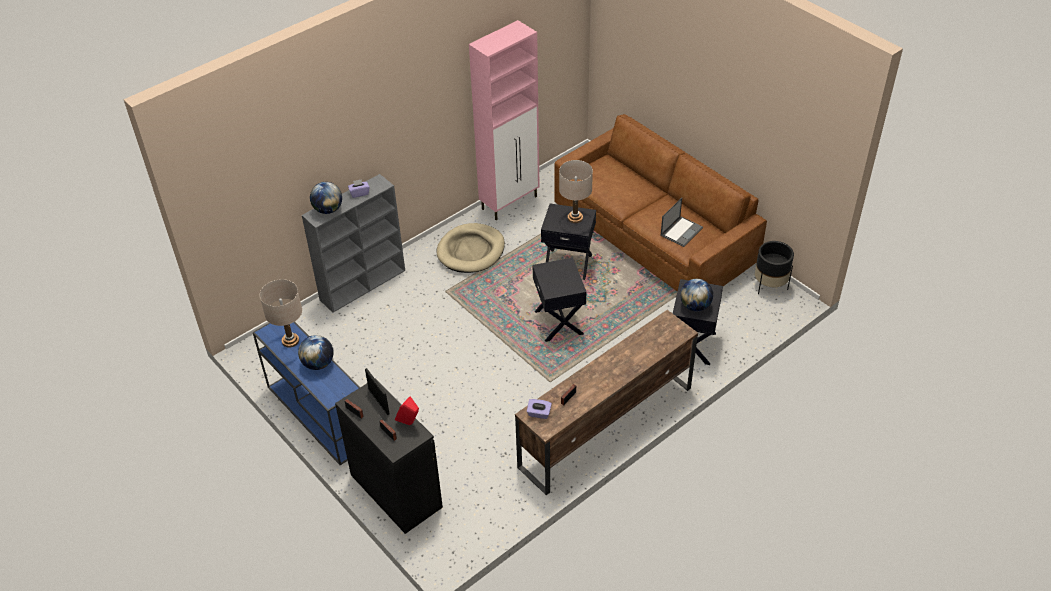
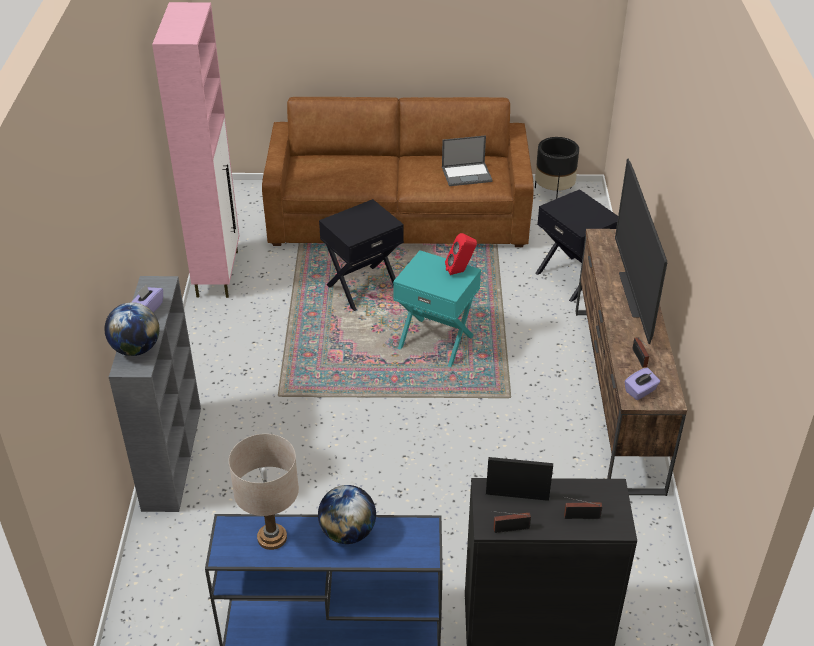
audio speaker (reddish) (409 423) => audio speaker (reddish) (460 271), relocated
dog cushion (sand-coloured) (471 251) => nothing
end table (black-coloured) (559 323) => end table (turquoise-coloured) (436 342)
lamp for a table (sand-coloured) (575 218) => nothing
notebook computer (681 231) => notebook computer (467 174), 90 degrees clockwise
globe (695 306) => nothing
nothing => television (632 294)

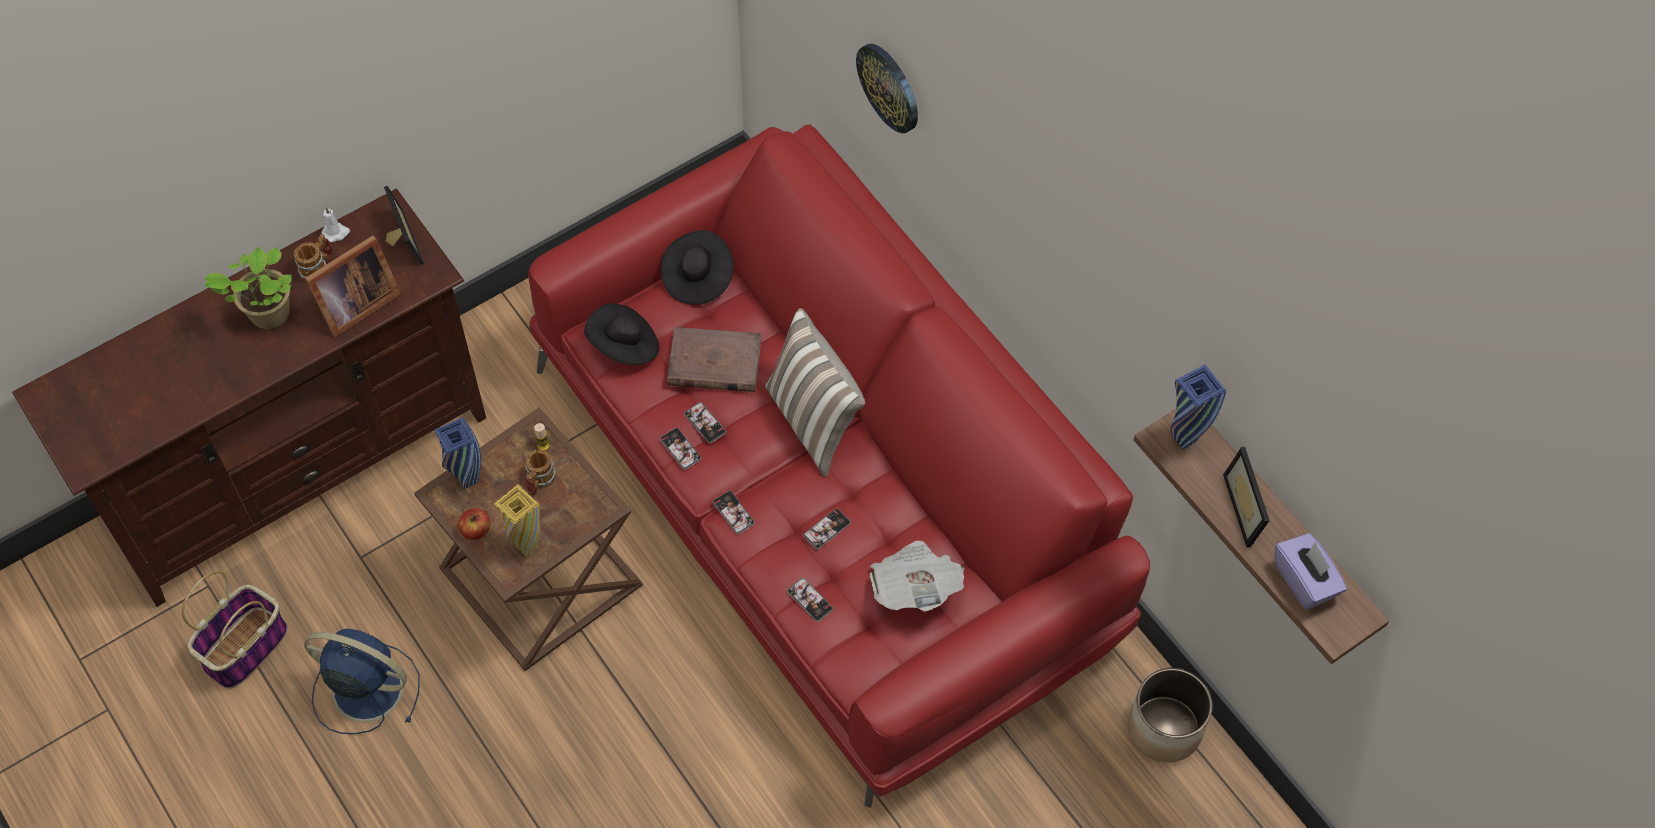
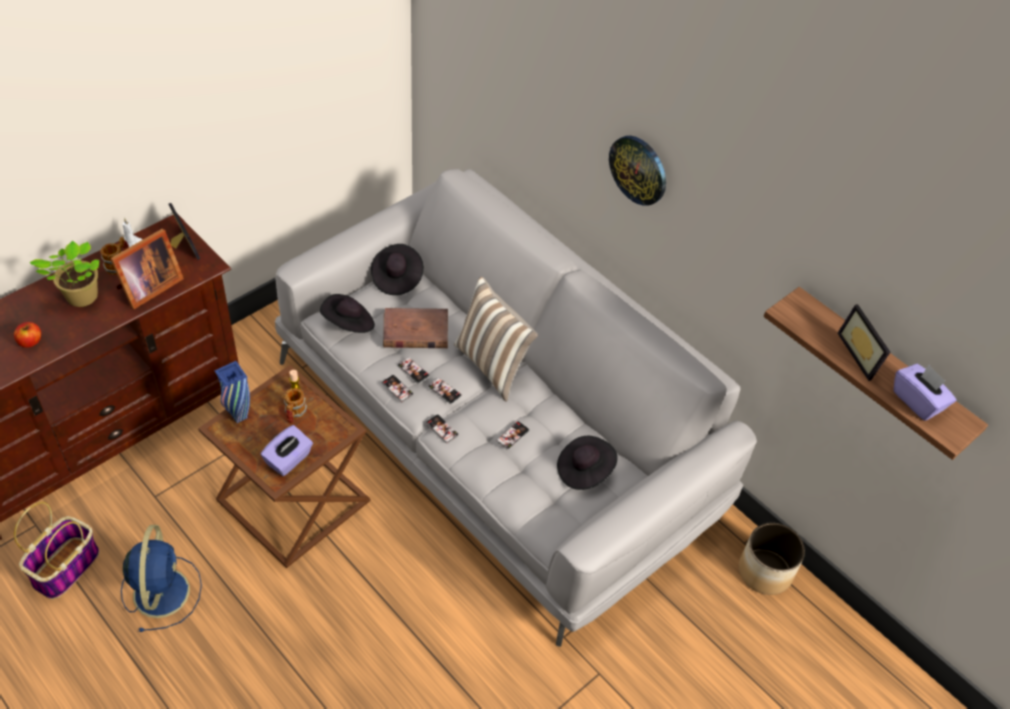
cooling fan (bluish) (364 688) => cooling fan (bluish) (161 590), 75 degrees clockwise
apple fruit (476 530) => apple fruit (30 341), relocated
flower vase (yellow) (527 546) => tissue box (purple-coloured) (289 460)
sofa (reddish) (826 502) => sofa (gray) (497 435)
phone (810 600) => phone (444 391), relocated
wall clock (889 87) => wall clock (638 169), relocated
printed paper (915 587) => clothing hat (black-coloured) (584 470)
flower vase (bluish) (1184 439) => nothing

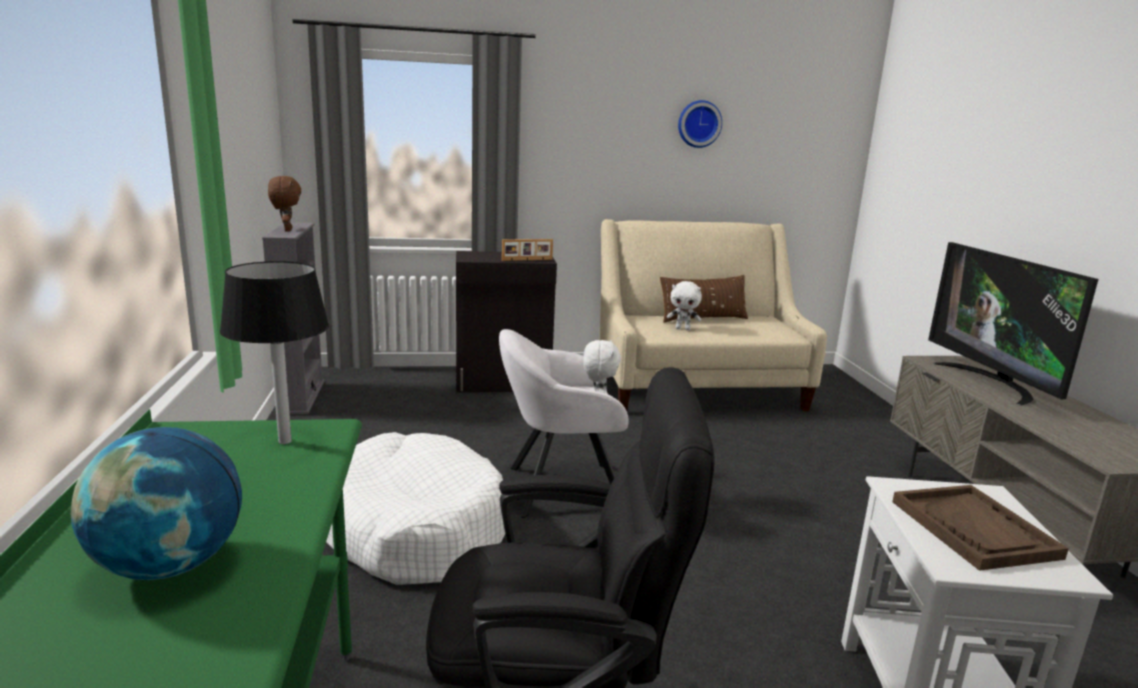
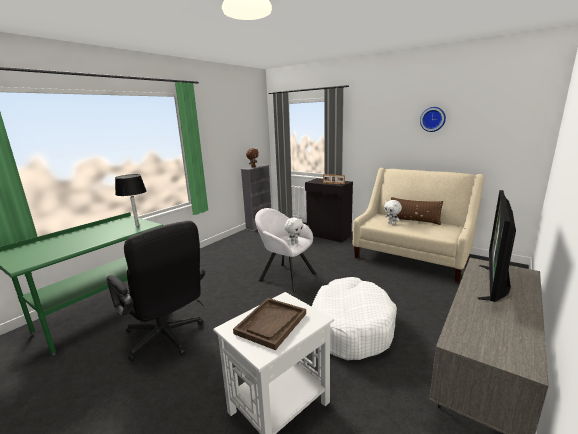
globe (169 565) => nothing
dog cushion (white) (413 528) => dog cushion (white) (351 326), relocated

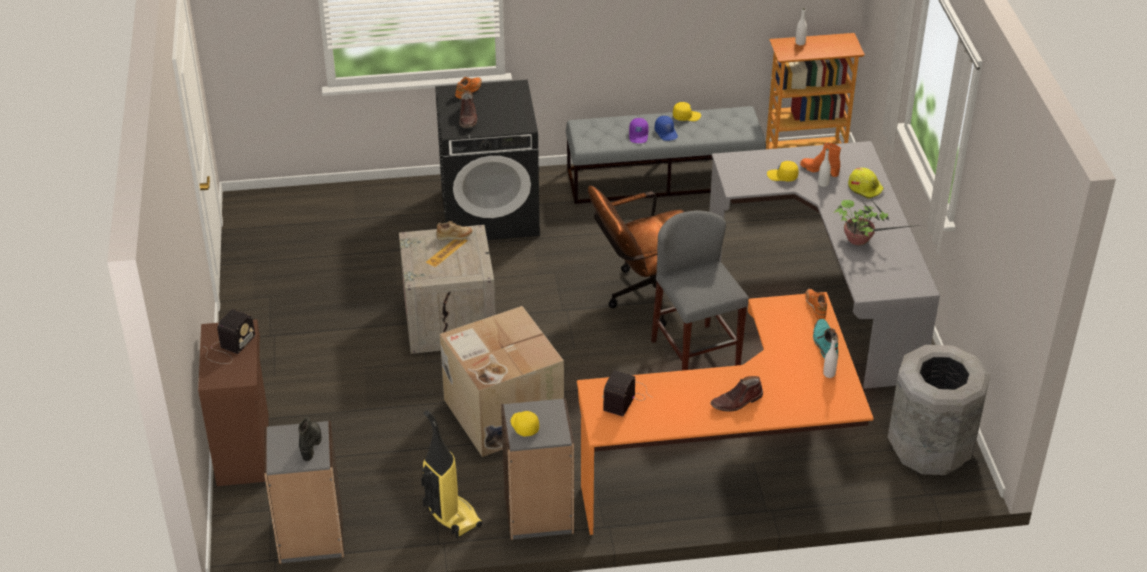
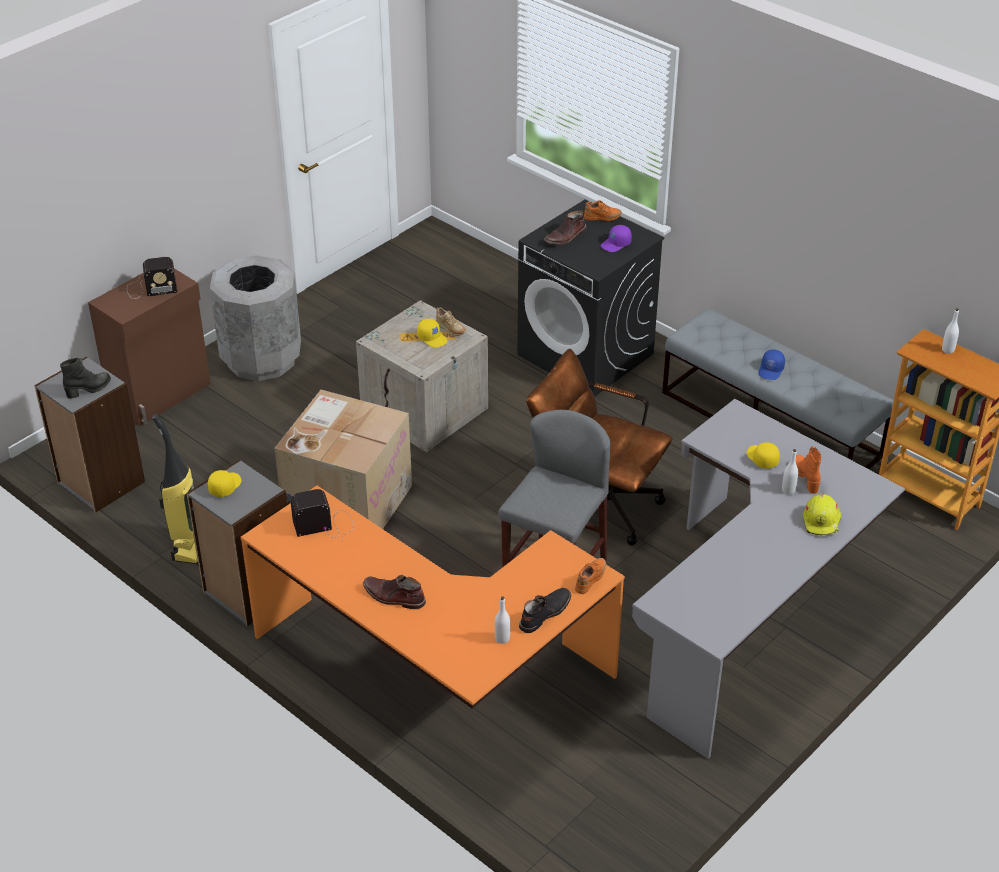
cap (purple-coloured) (639 135) => cap (purple-coloured) (616 244), relocated
cap (yellow) (686 116) => cap (yellow) (432 338), relocated
high-top boot (turquoise-coloured) (825 343) => high-top boot (black-coloured) (544 613)
potted plant (860 241) => nothing
rubbish bin (gray) (929 448) => rubbish bin (gray) (261 359), relocated

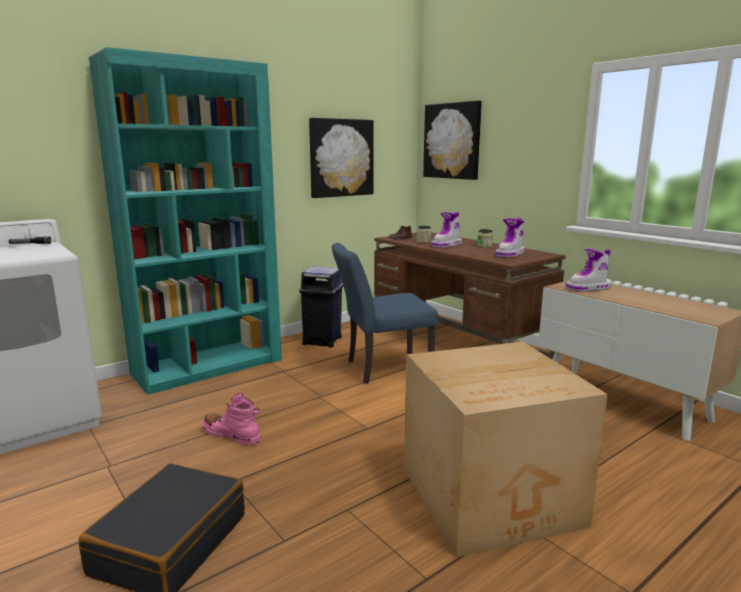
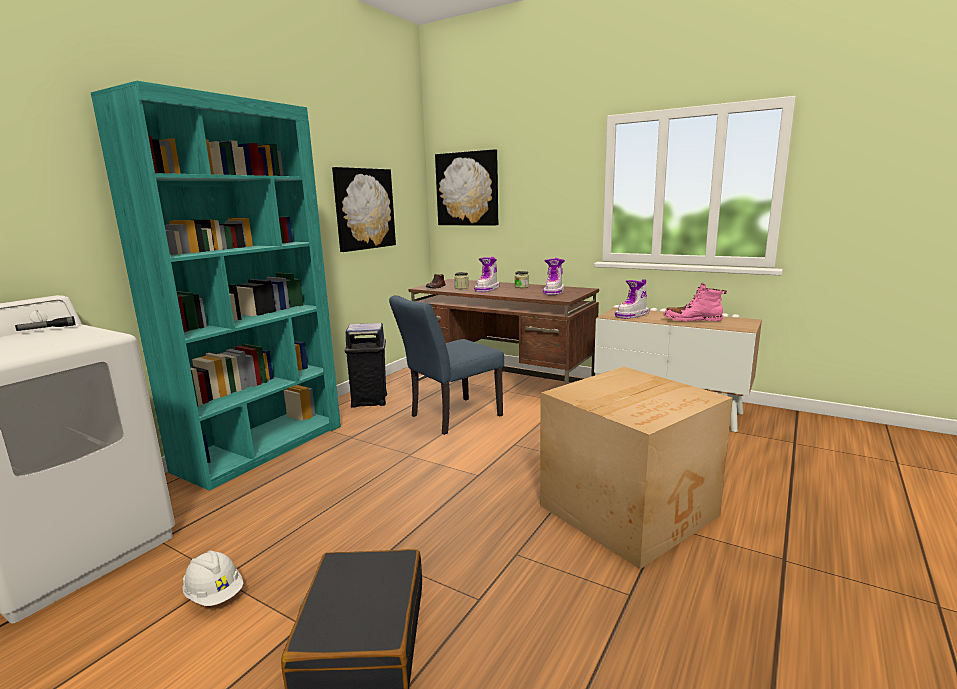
high-top boot (pink) (231 435) => high-top boot (pink) (692 320), relocated
nothing => work helmet (white) (215 594)

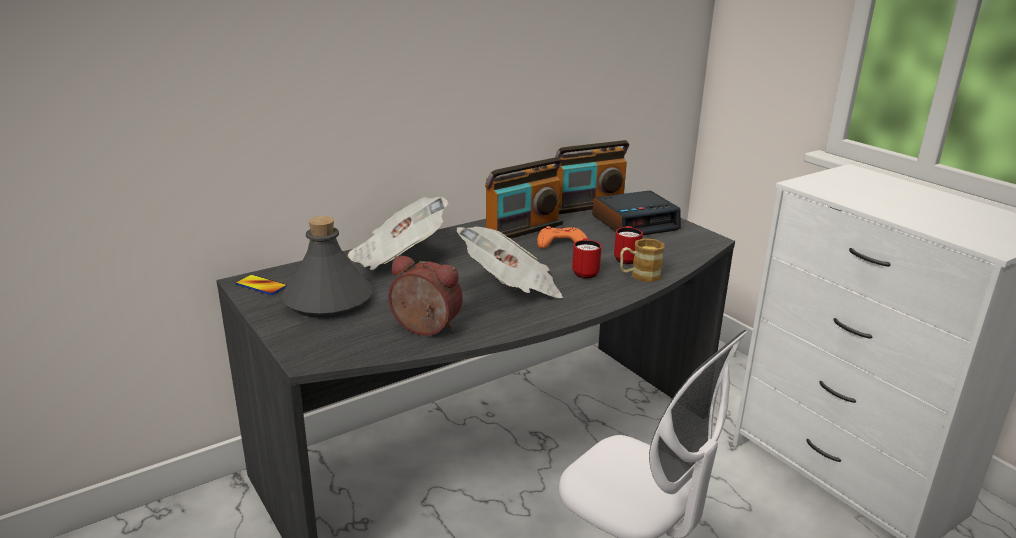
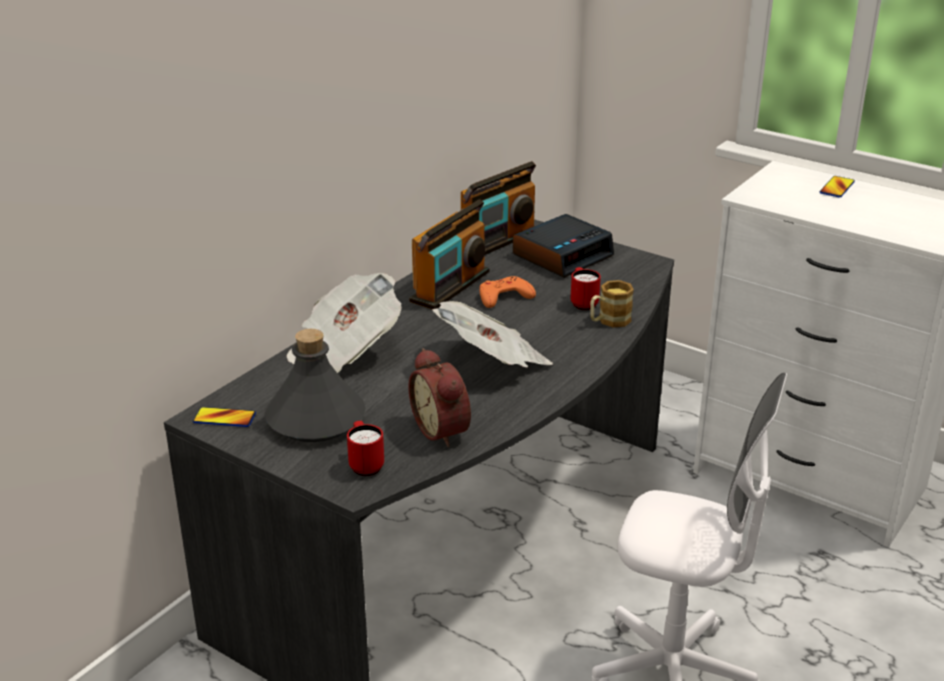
alarm clock (424 329) => alarm clock (444 430), 120 degrees counterclockwise
coffee mug (reddish) (585 272) => coffee mug (reddish) (365 464), relocated
nothing => phone (837 188)

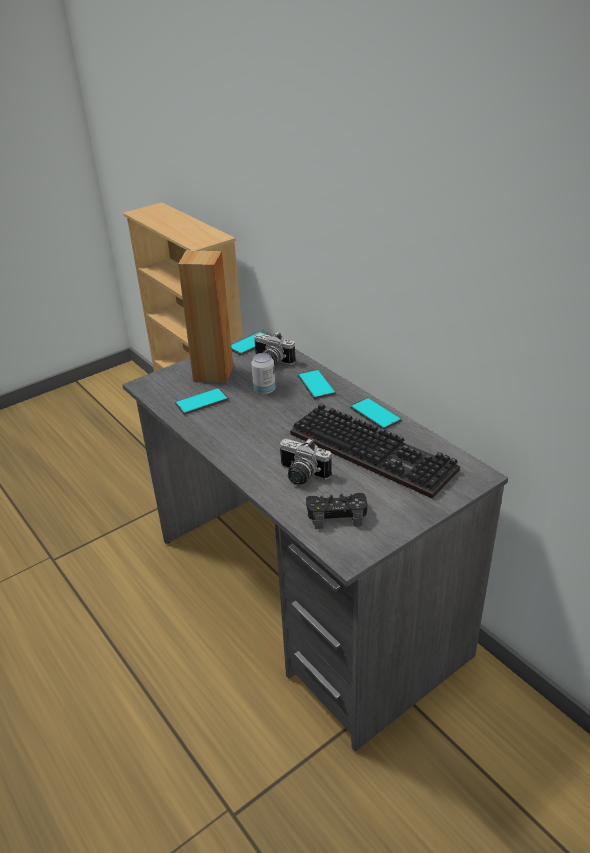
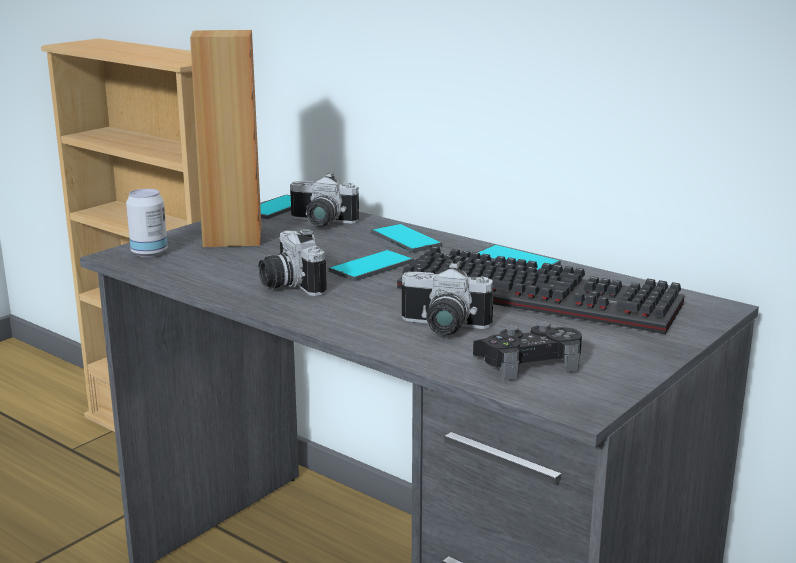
phone (202 402) => phone (371 266), relocated
metal can (264 390) => metal can (149 253), relocated
nothing => photo camera (287 285)

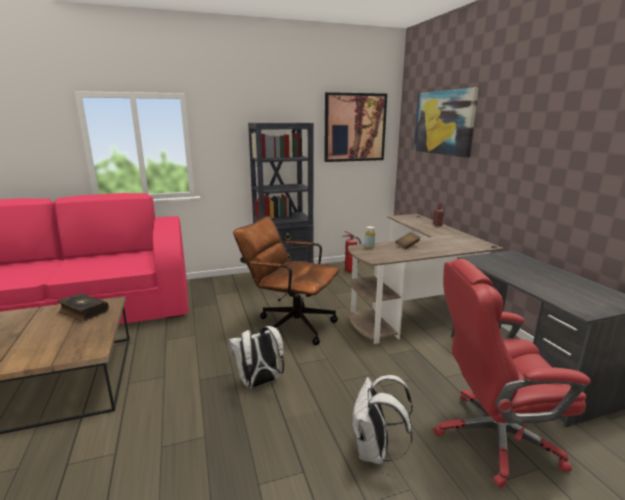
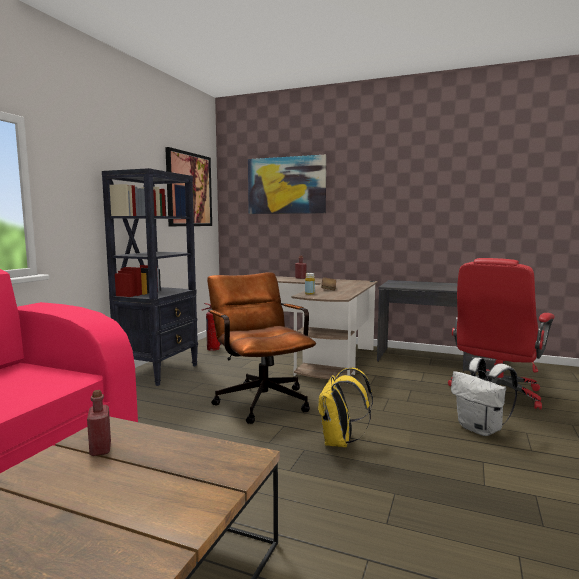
volume (83 312) => beverage bottle (reddish) (100 449)
rucksack (white) (259 383) => rucksack (yellow) (340 442)
computer chair (brown) (290 324) => computer chair (brown) (260 399), 90 degrees clockwise

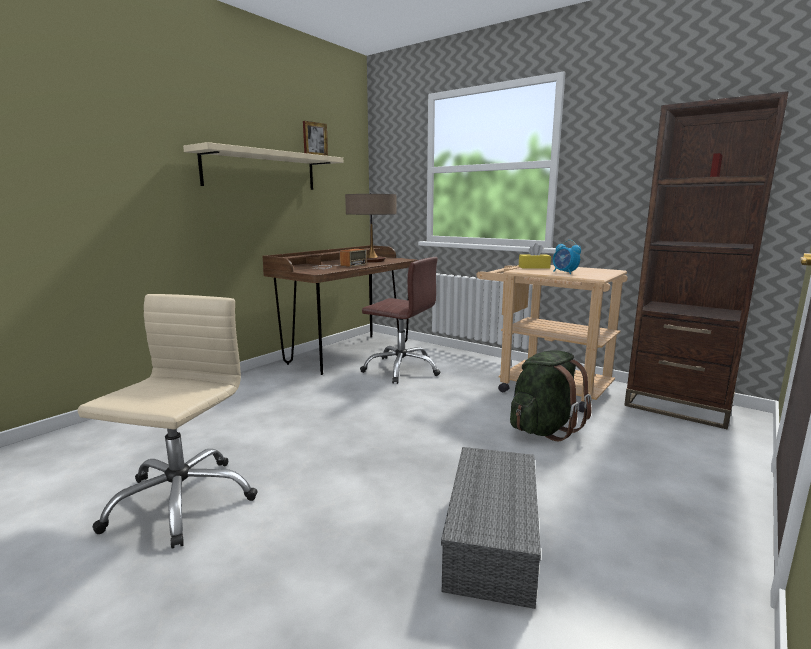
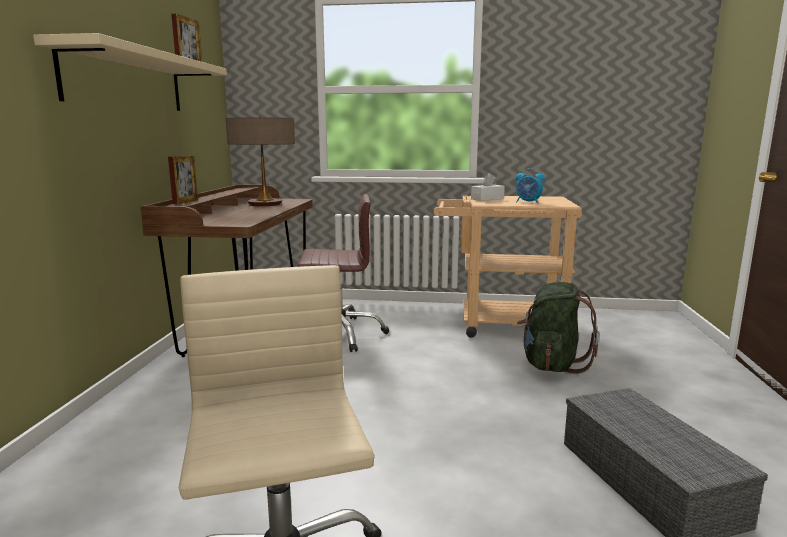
radio receiver (337 266) => nothing
tissue box (yellow) (534 267) => tissue box (white) (487 199)
bookshelf (brown) (677 406) => nothing
nothing => picture frame (185 202)

